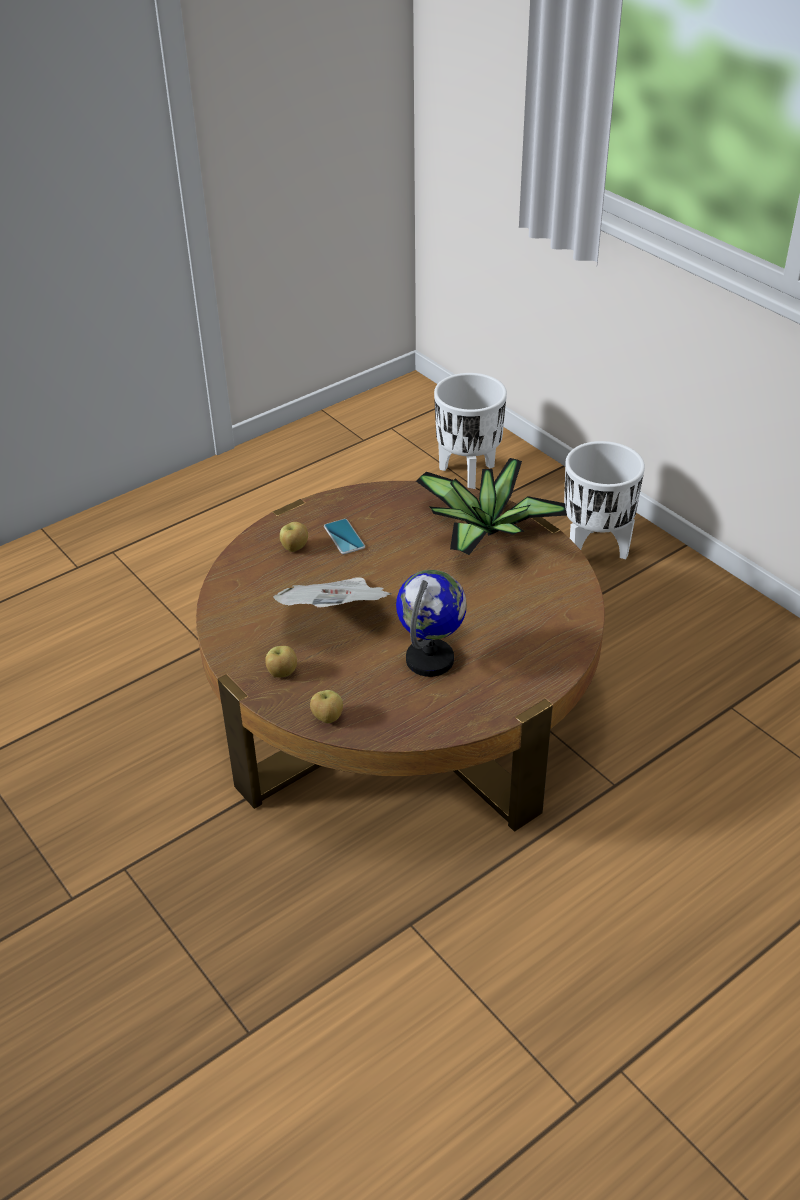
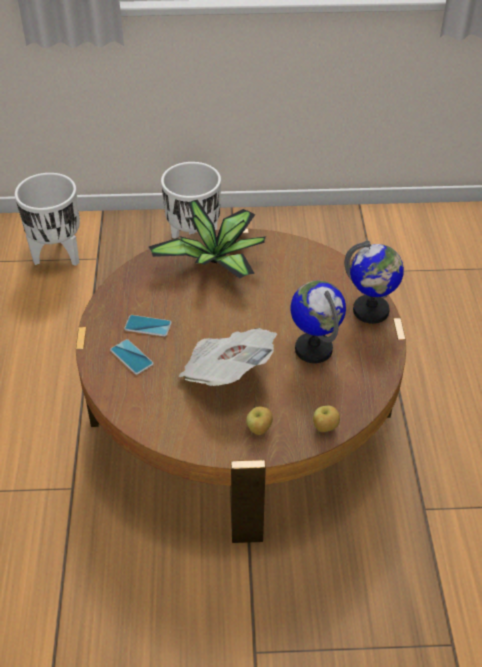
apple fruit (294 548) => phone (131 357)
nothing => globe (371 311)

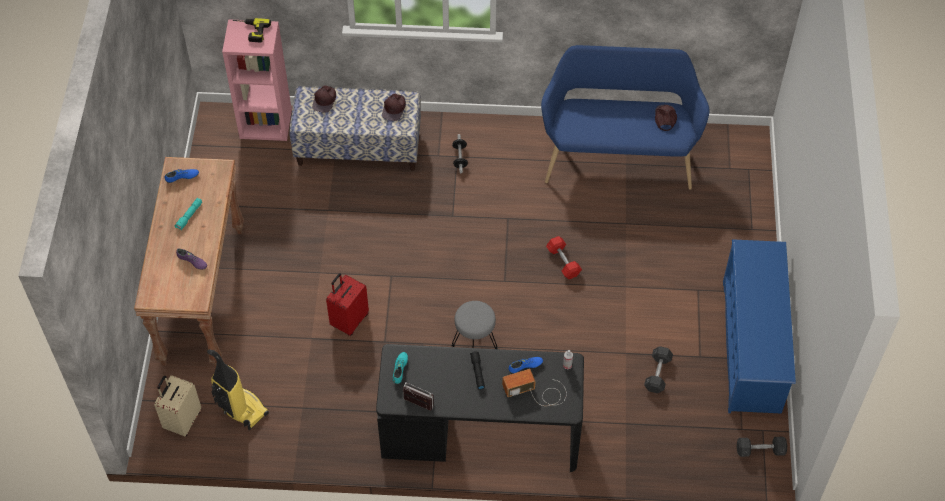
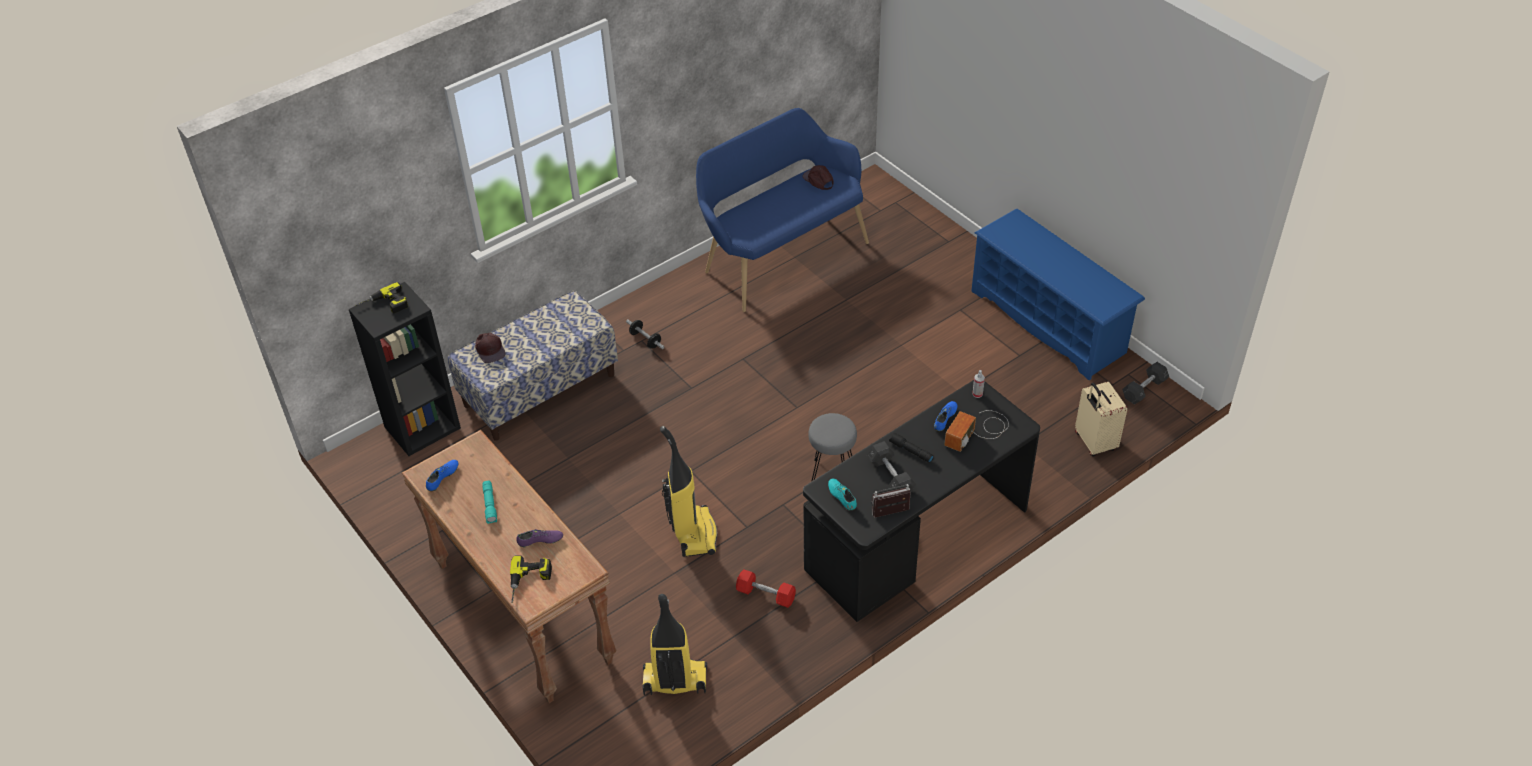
suitcase (sand-coloured) (182 420) => suitcase (sand-coloured) (1094 442), relocated
bookshelf (pink) (266 123) => bookshelf (black-coloured) (423 427)
suitcase (reddish) (349 320) => vacuum cleaner (693 533)
cap (brown) (394 108) => nothing
free weight (reddish) (563 262) => free weight (reddish) (766 595), relocated
free weight (gray) (657 374) => free weight (gray) (890 476), relocated
nothing => power drill (530 582)

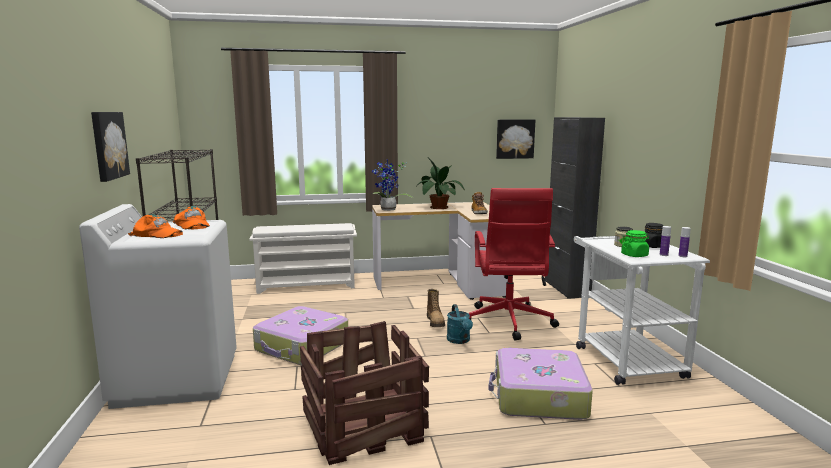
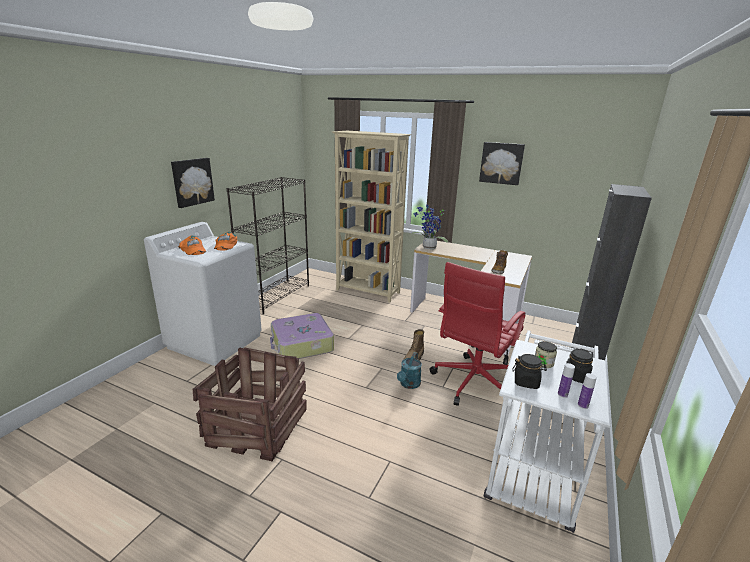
shoe stand (white) (307 285) => bookshelf (sand-coloured) (368 292)
potted plant (437 207) => nothing
suitcase (538 396) => nothing
wall art (515 139) => wall art (501 163), relocated
storage jar (green) (634 255) => storage jar (black-coloured) (526 382)

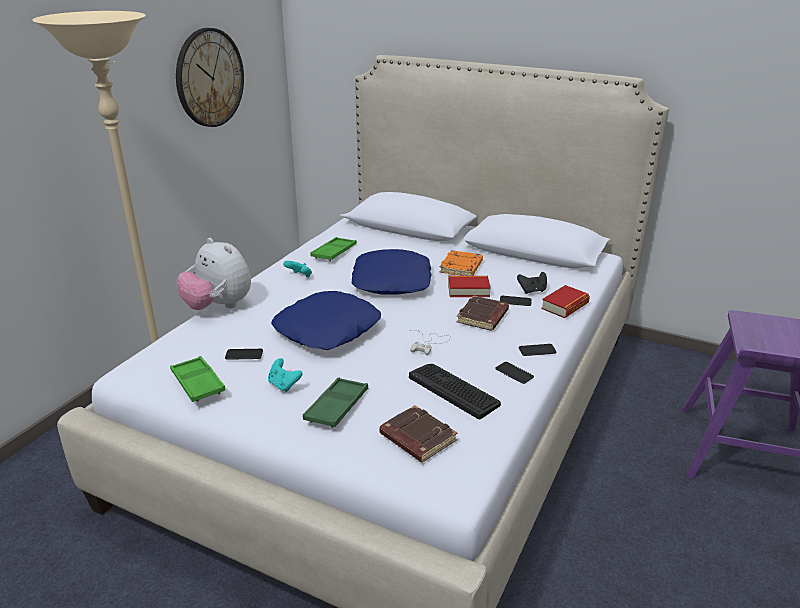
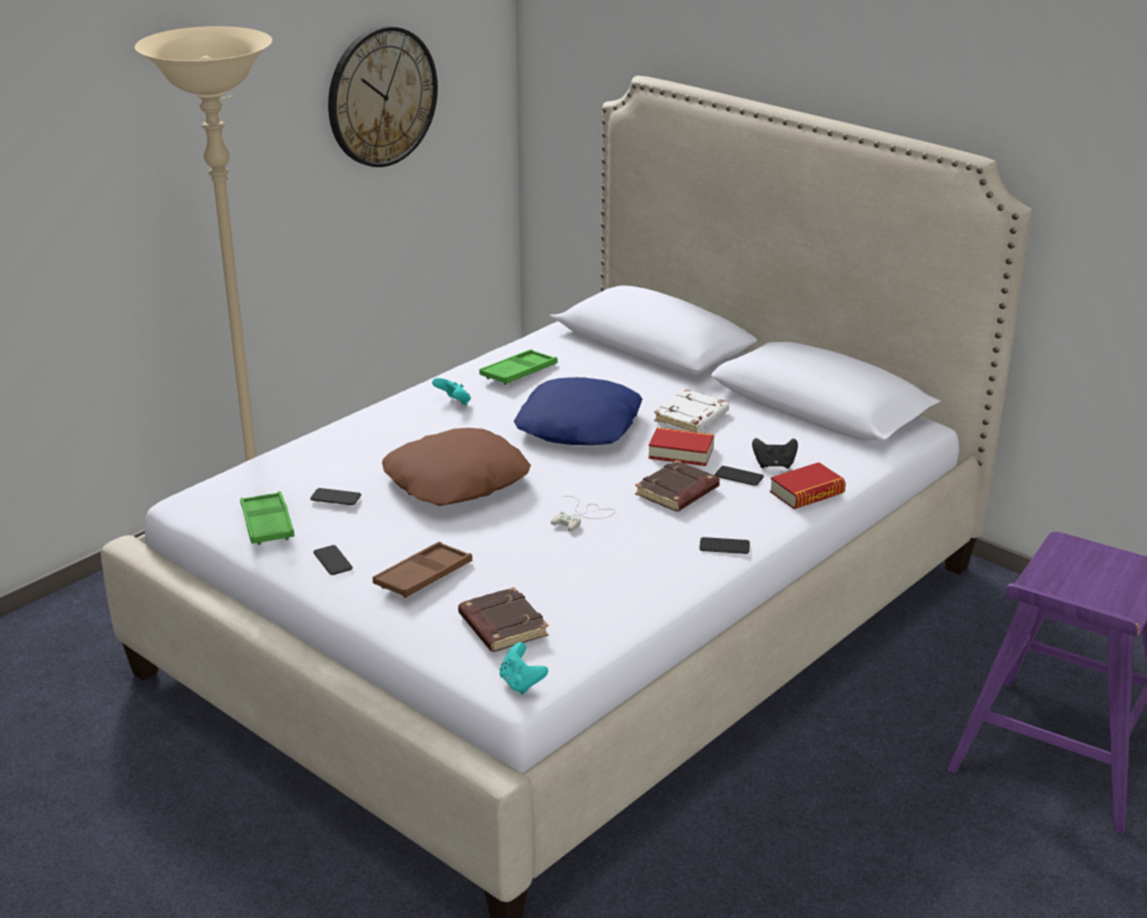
plush toy (218 306) => nothing
gamepad (turquoise-coloured) (284 385) => gamepad (turquoise-coloured) (521 683), relocated
cushion (bluish) (328 330) => cushion (brown) (457 481)
serving tray (green) (337 407) => serving tray (brown) (423 576)
computer keyboard (454 390) => nothing
volume (orangey) (461 268) => volume (white) (692 418)
phone (514 373) => phone (333 561), relocated

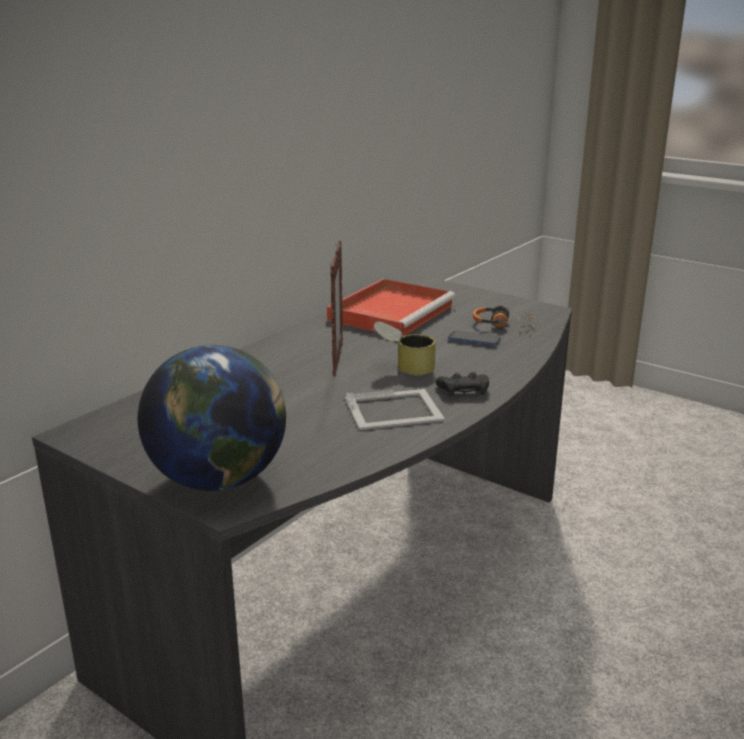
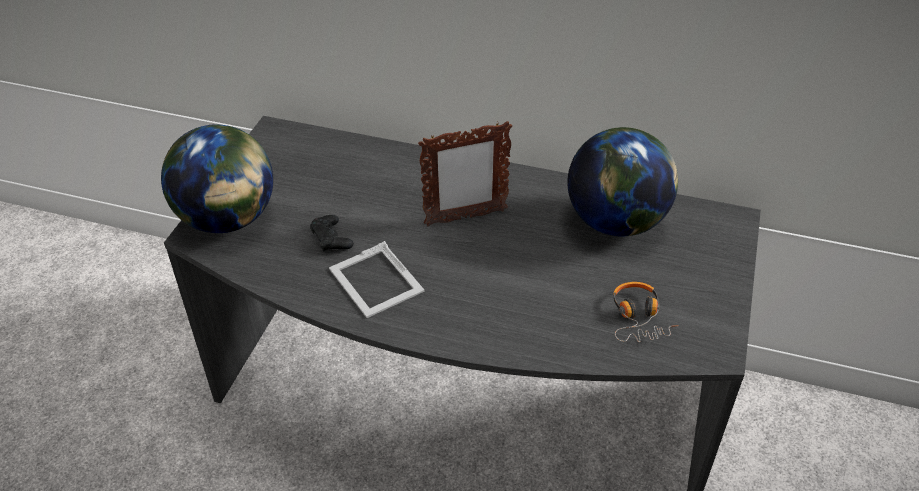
serving tray (reddish) (392 312) => globe (616 221)
metal can (404 366) => nothing
gamepad (black-coloured) (463 390) => gamepad (black-coloured) (331 238), relocated
phone (474 340) => nothing

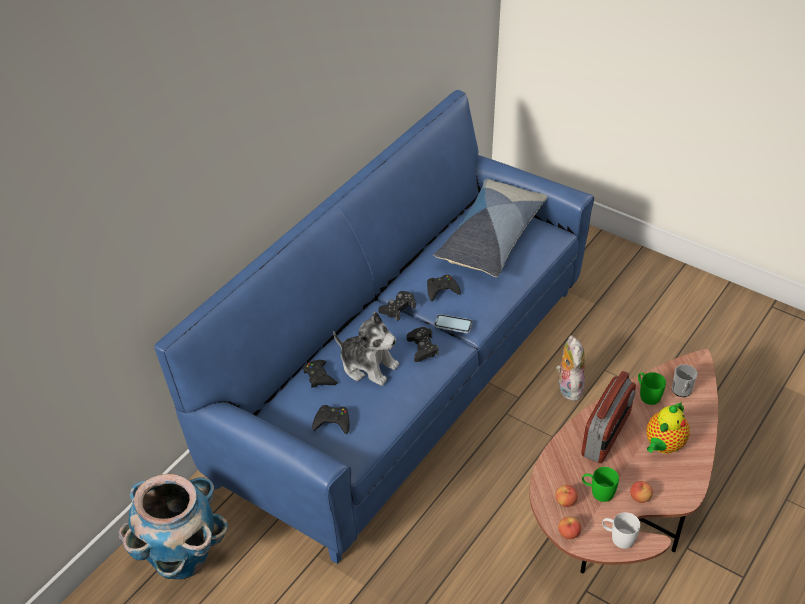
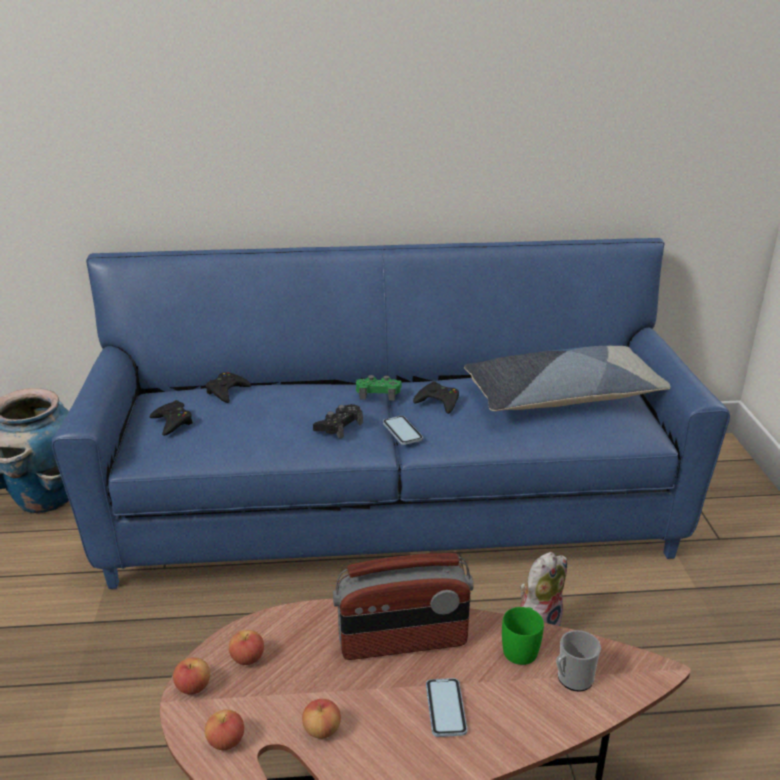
plush toy (368 365) => nothing
gamepad (black-coloured) (397 308) => gamepad (green) (378 393)
coffee mug (green) (597 491) => nothing
coffee mug (white) (618 537) => apple fruit (226 741)
tea pot (663 446) => phone (445 708)

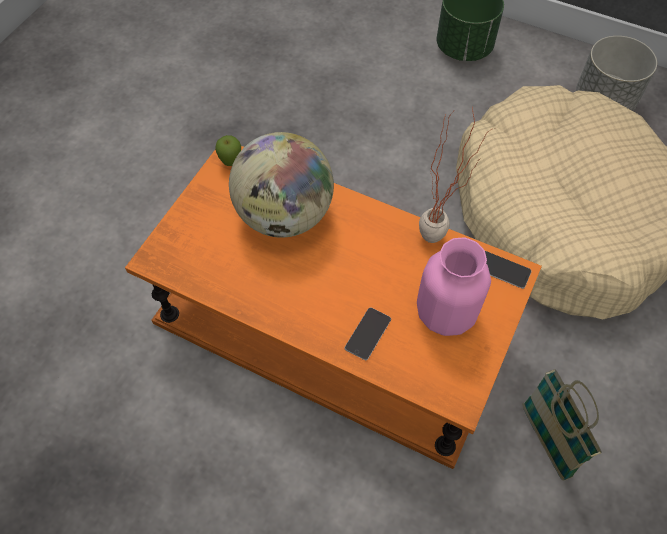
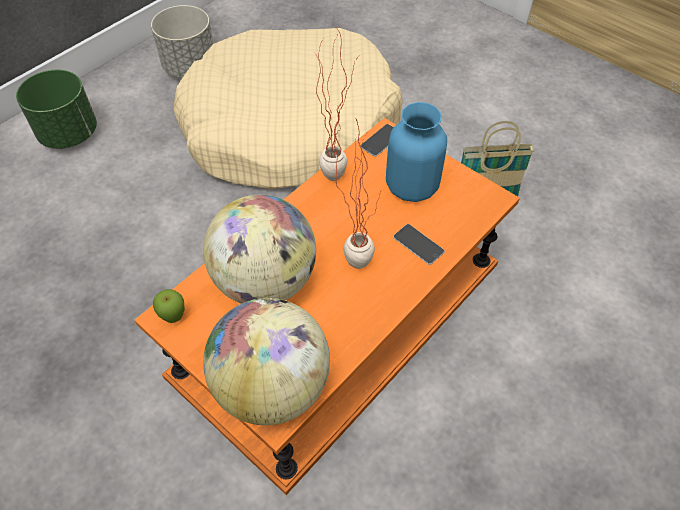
flower vase (pink) (446 313) => flower vase (bluish) (412 186)
nothing => globe (272 386)
nothing => potted plant (355 255)

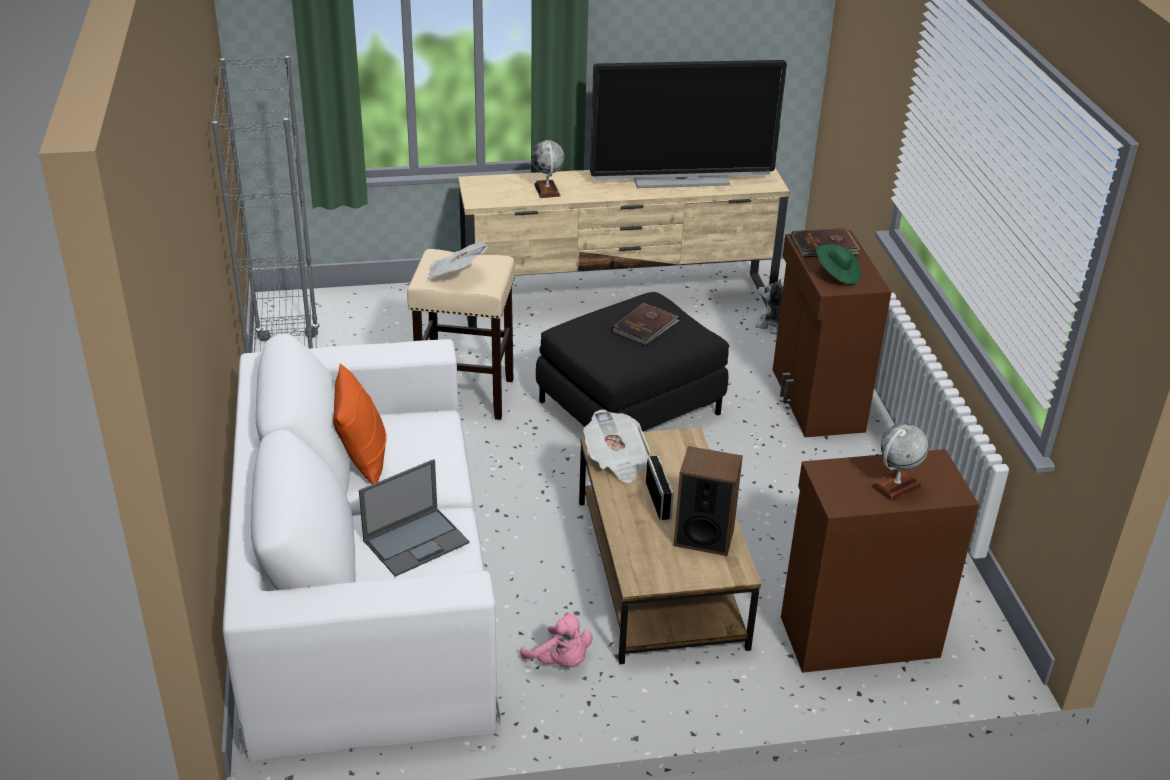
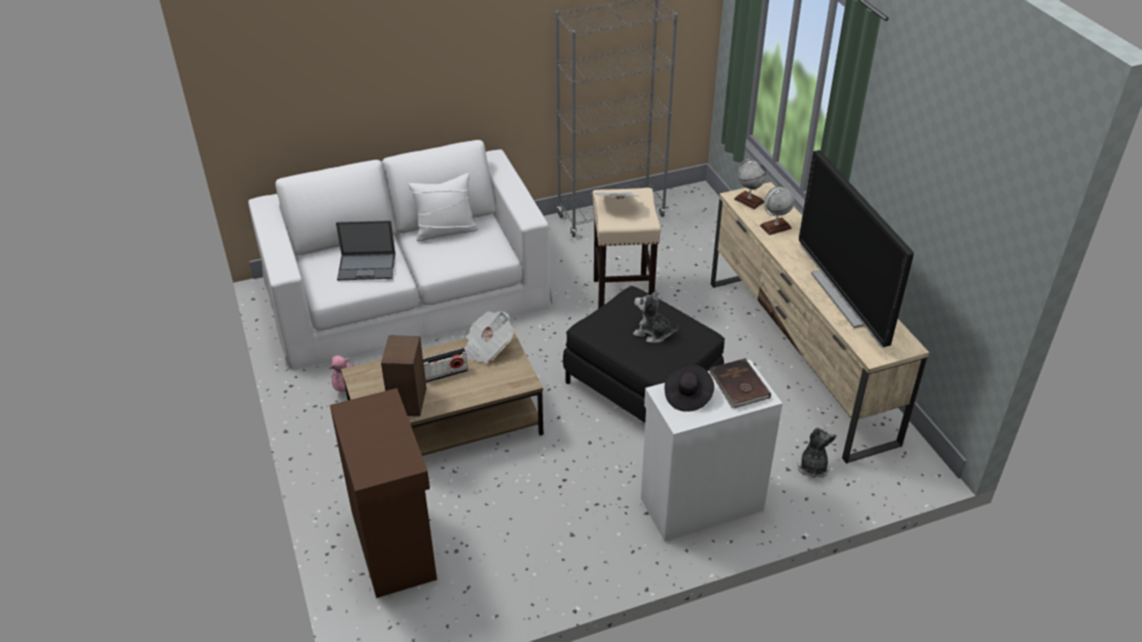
cushion (orangey) (363 458) => cushion (white) (446 231)
notebook computer (417 541) => notebook computer (367 266), 45 degrees counterclockwise
volume (brown) (645 327) => plush toy (653 333)
storage cabinet (brown) (816 400) => storage cabinet (white) (700 503)
clothing hat (green) (837 275) => clothing hat (black-coloured) (687 396)
globe (896 486) => globe (748 200), relocated

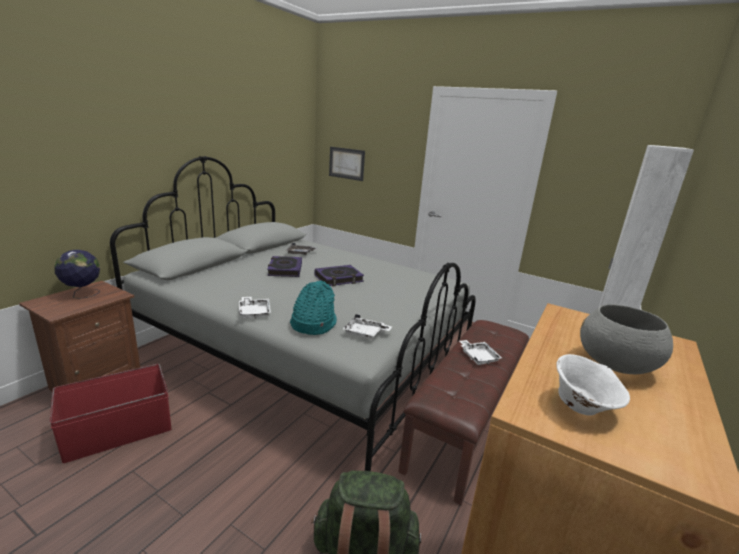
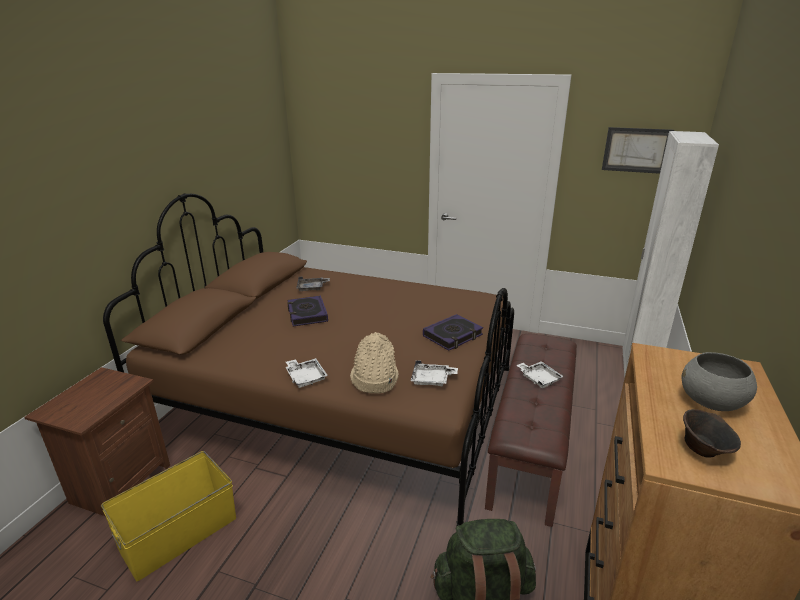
storage box (reddish) (118 431) => storage box (yellow) (178 533)
globe (82 295) => nothing
bedroom bed (gray) (305 355) => bedroom bed (brown) (341 402)
clothing hat (turquoise-coloured) (312 323) => clothing hat (sand-coloured) (374 378)
volume (338 279) => volume (453 336), relocated
wall art (346 163) => wall art (636 150), relocated
deep dish (white) (582 406) => deep dish (brown) (704 449)

